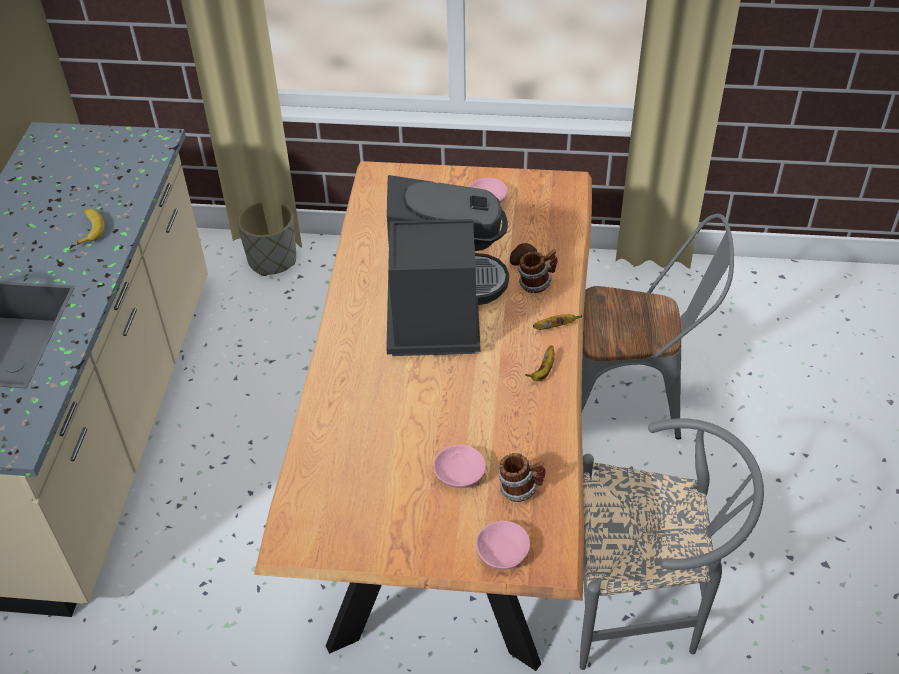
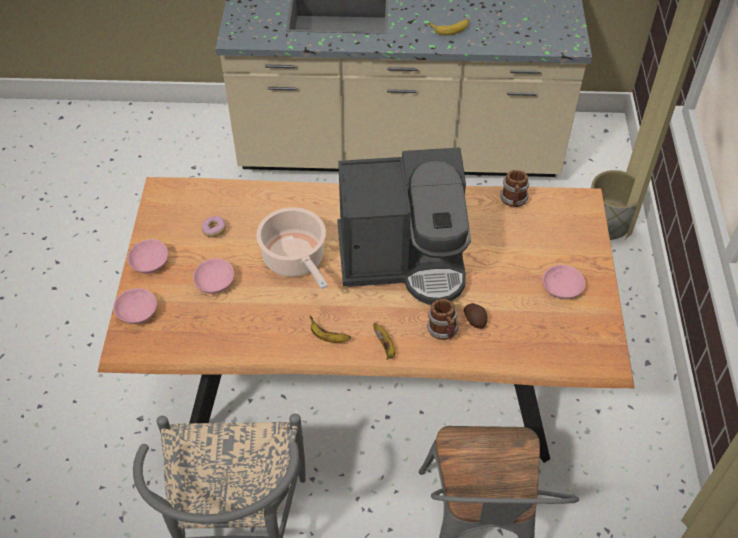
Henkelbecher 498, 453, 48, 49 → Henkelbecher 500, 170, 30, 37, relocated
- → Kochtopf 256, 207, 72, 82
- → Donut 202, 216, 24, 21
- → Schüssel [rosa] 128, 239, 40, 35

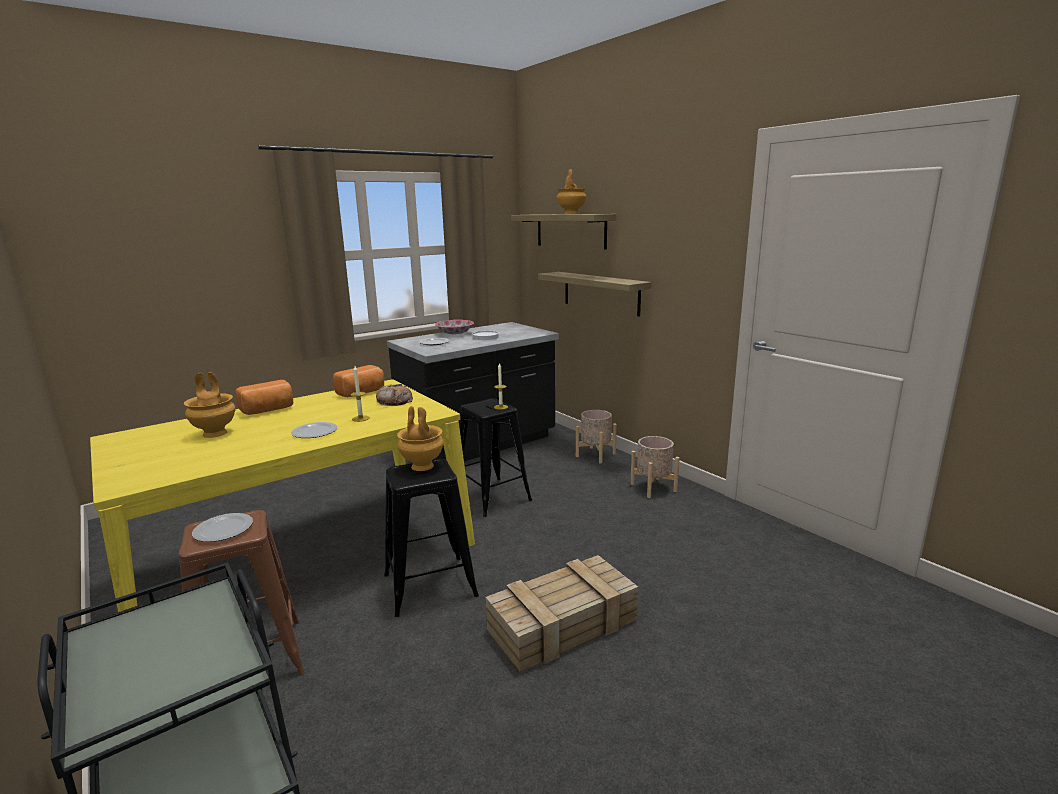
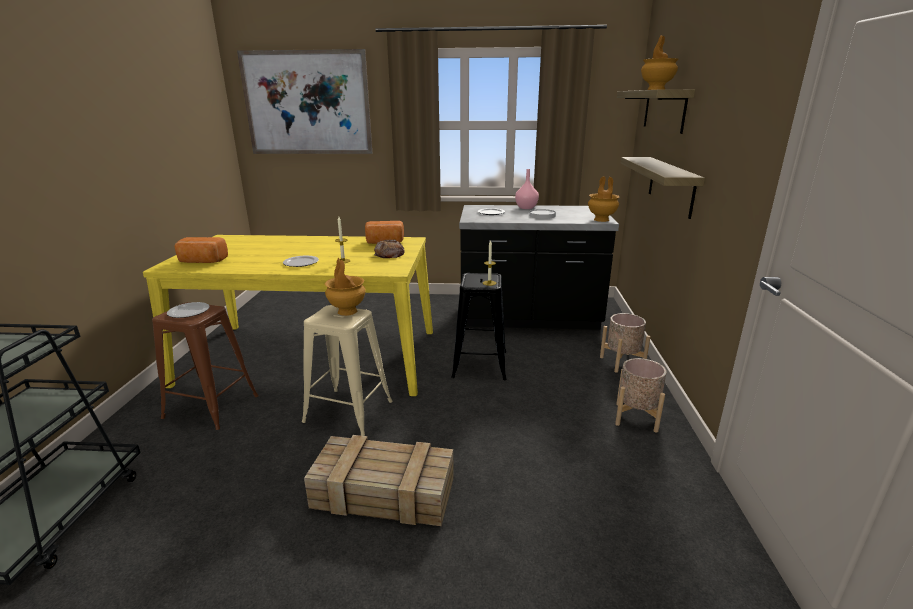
Schüssel 435, 320, 39, 14 → Vase [rosa] 515, 169, 24, 40
Vase [braun] 184, 372, 52, 66 → Vase [braun] 588, 176, 32, 46, relocated
Brot 236, 380, 57, 35 → Brot 174, 237, 54, 26, relocated
Hocker [schwarz] 384, 459, 95, 158 → Hocker [beige] 302, 305, 90, 131
- → Bild 237, 49, 136, 105

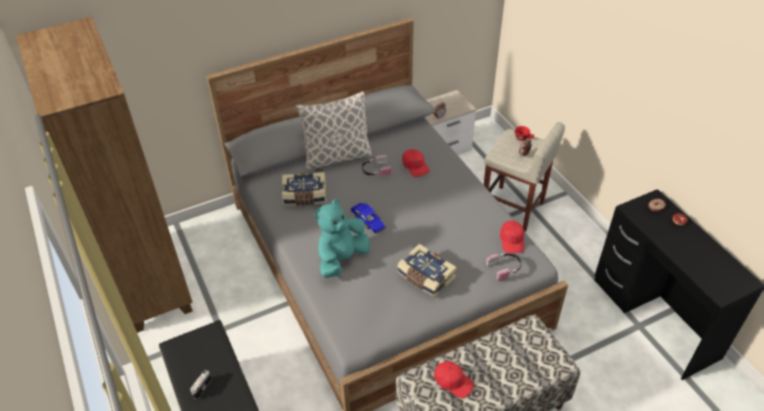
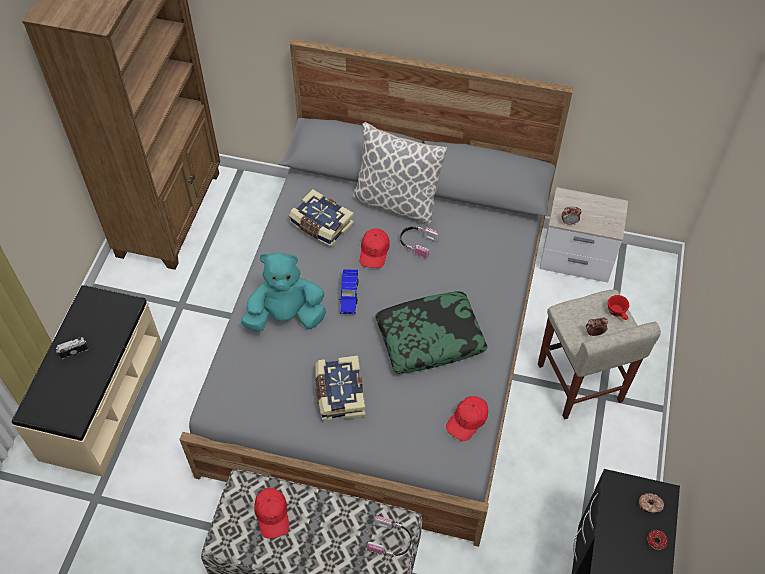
Kappe [rot] 402, 149, 28, 28 → Kappe [rot] 360, 229, 30, 39, relocated
Kopfhörer 486, 253, 36, 28 → Kopfhörer 367, 516, 45, 41, relocated
- → Kissen 375, 291, 112, 83

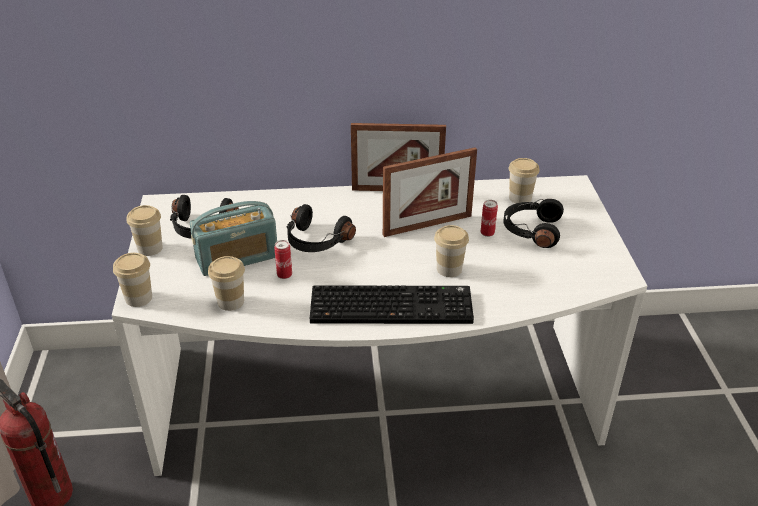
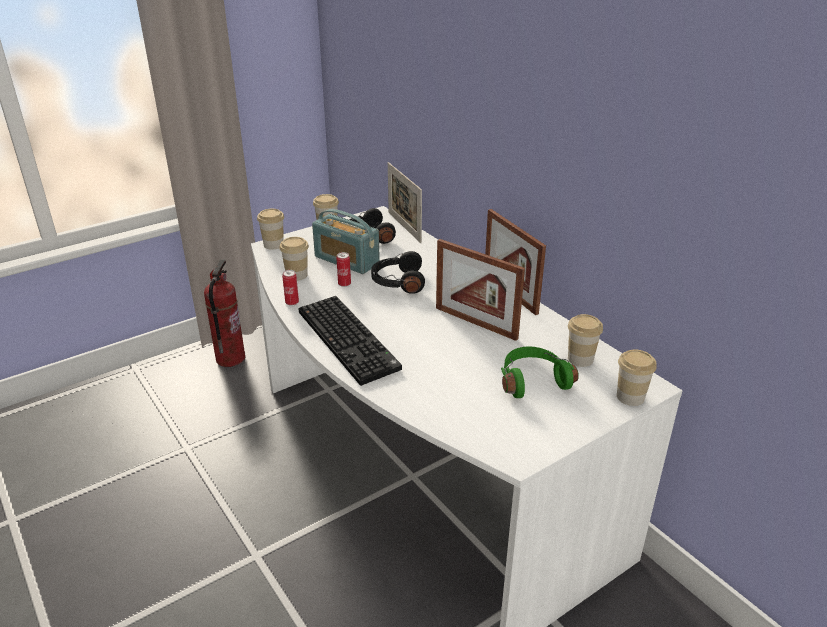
Kopfhörer [schwarz] 503, 199, 61, 49 → Kopfhörer [grün] 501, 346, 78, 52
Dose 480, 200, 18, 37 → Dose 282, 270, 17, 36, relocated
Tasse 434, 225, 35, 52 → Tasse 617, 350, 40, 56, relocated
- → Bilderrahmen 388, 162, 34, 81

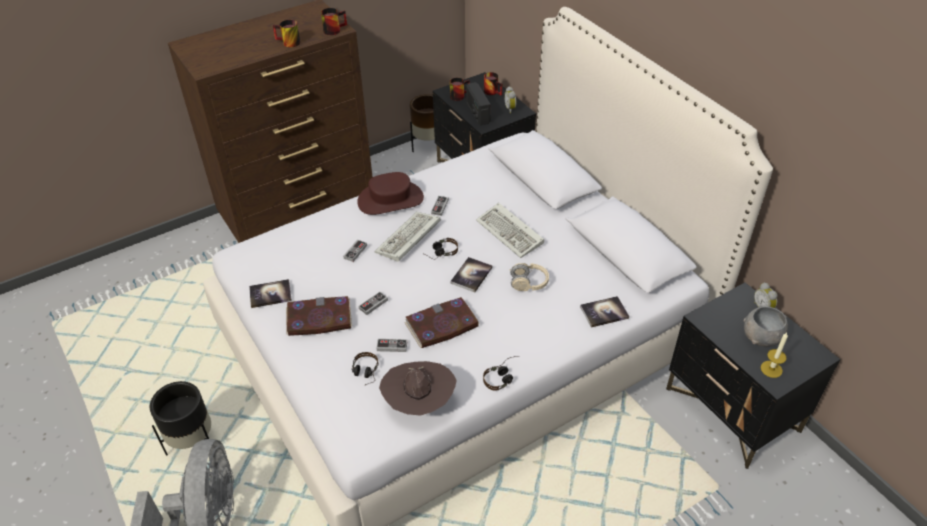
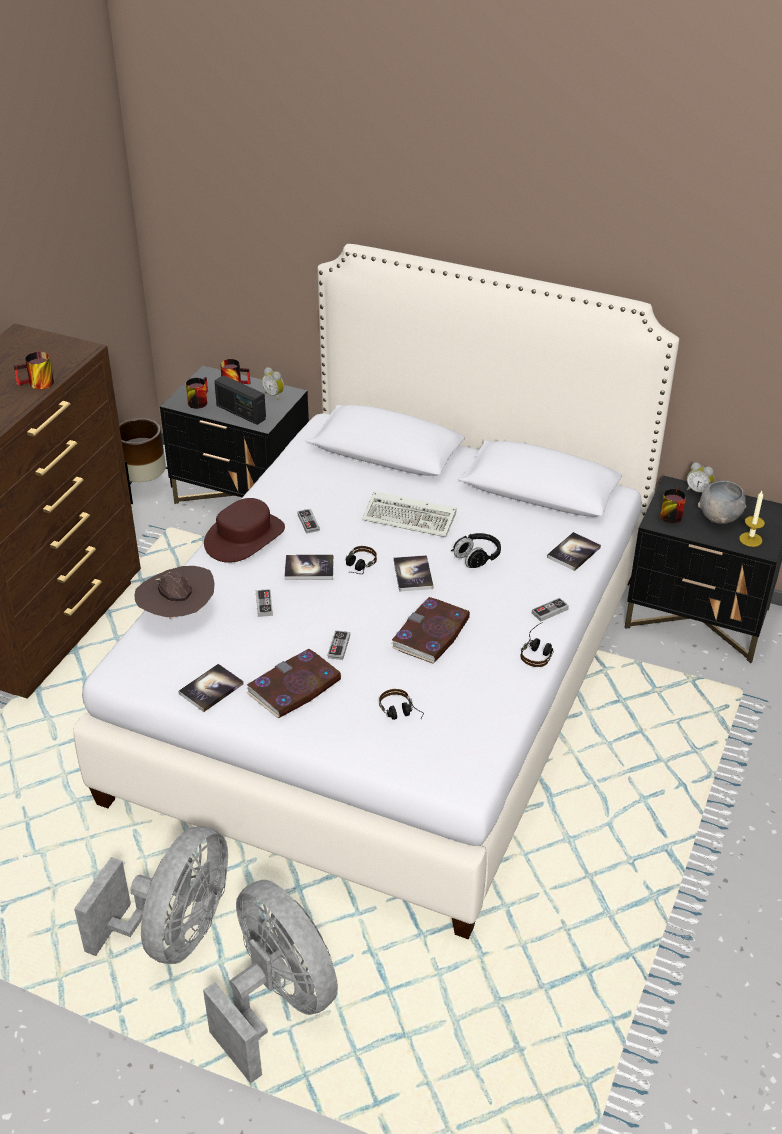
Henkelbecher 321, 8, 26, 27 → Henkelbecher 660, 487, 26, 36, relocated
Tastatur 374, 212, 67, 50 → Buch 284, 555, 50, 25
Kopfhörer [beige] 509, 263, 40, 28 → Kopfhörer [schwarz] 451, 533, 50, 35
Gamepad 376, 339, 31, 13 → Gamepad 532, 598, 37, 24, relocated
Hut [braun] 379, 361, 78, 55 → Hut [braun] 134, 566, 81, 53, relocated
Pflanzkübel [schwarz] 150, 381, 61, 75 → Ventilator [grau] 74, 826, 154, 138

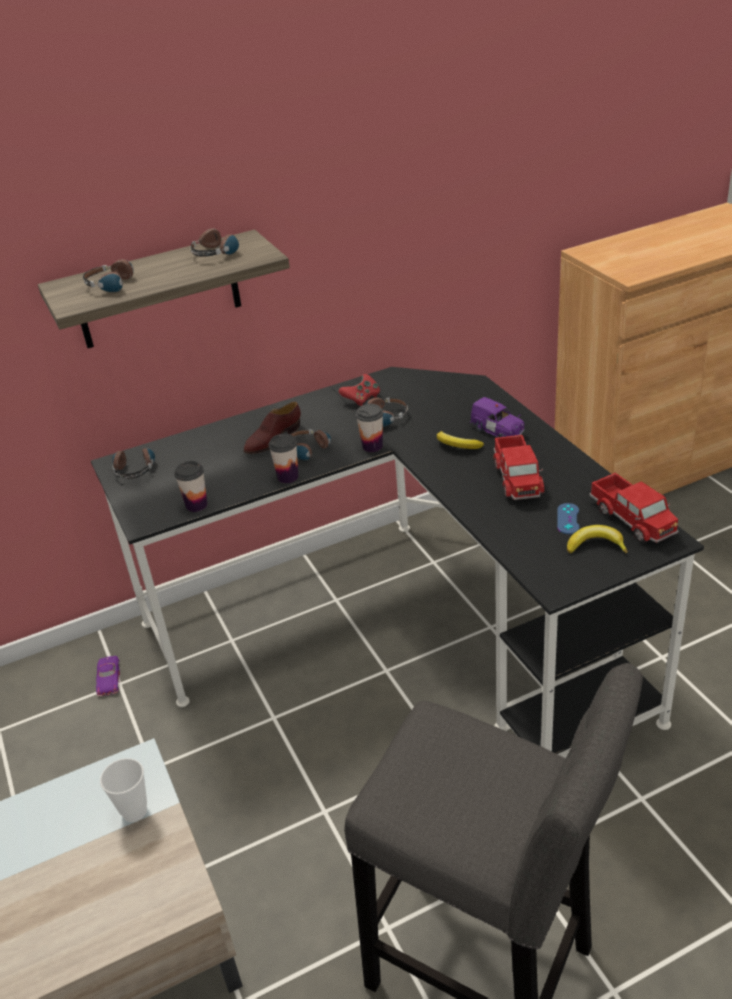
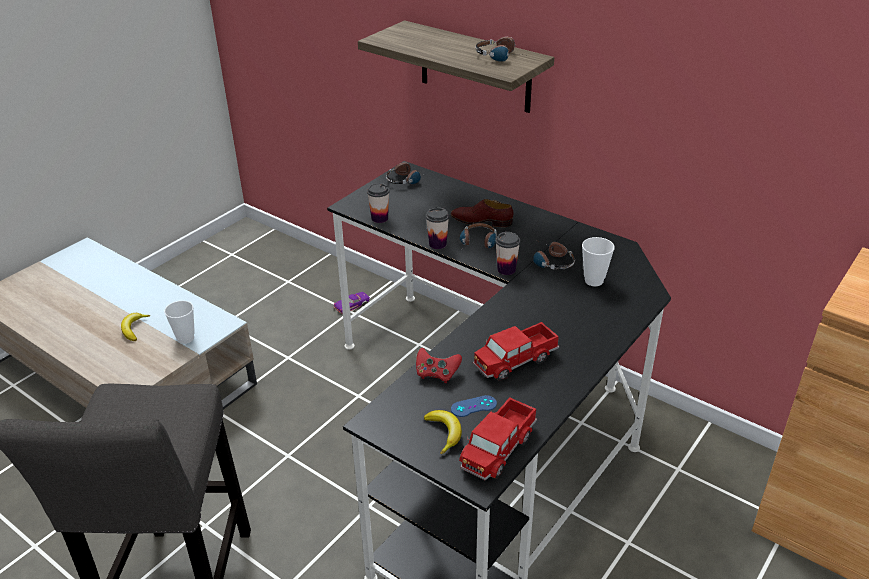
Kopfhörer 83, 260, 51, 32 → -
Gamepad [rot] 339, 374, 41, 32 → Gamepad [rot] 416, 348, 46, 35, relocated
Spielzeugauto [lila] 470, 397, 54, 40 → -
Banane 437, 431, 47, 18 → Banane 121, 313, 29, 28, relocated
- → Tasse 582, 237, 33, 49

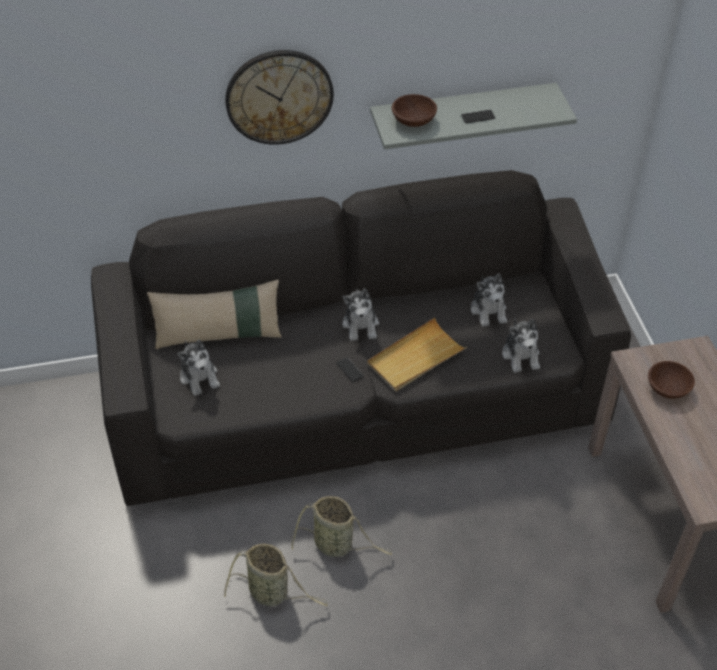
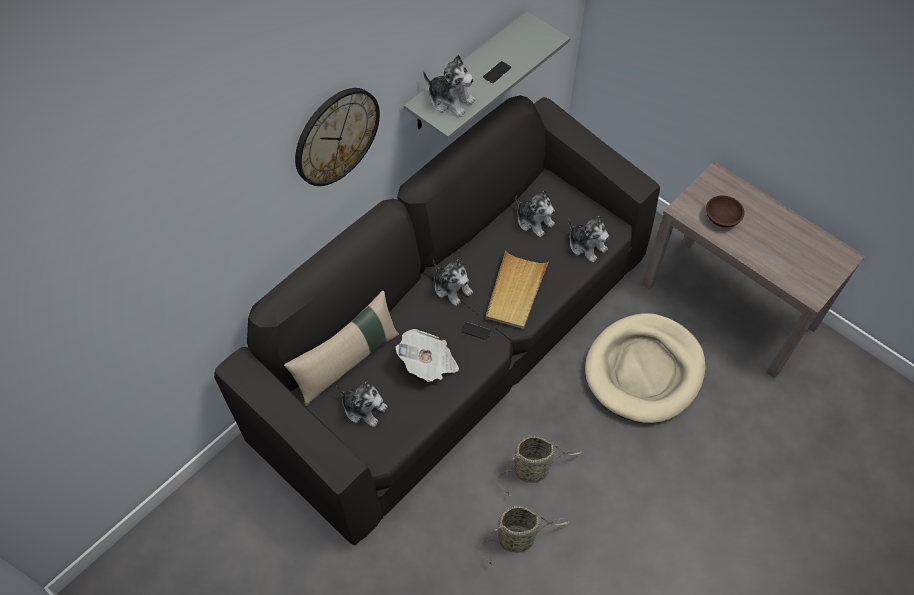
Schüssel [braun] 392, 94, 45, 33 → Plüschtier 423, 55, 52, 62
- → Hundebett [beige] 585, 313, 120, 110
- → Zeitung 396, 329, 63, 53

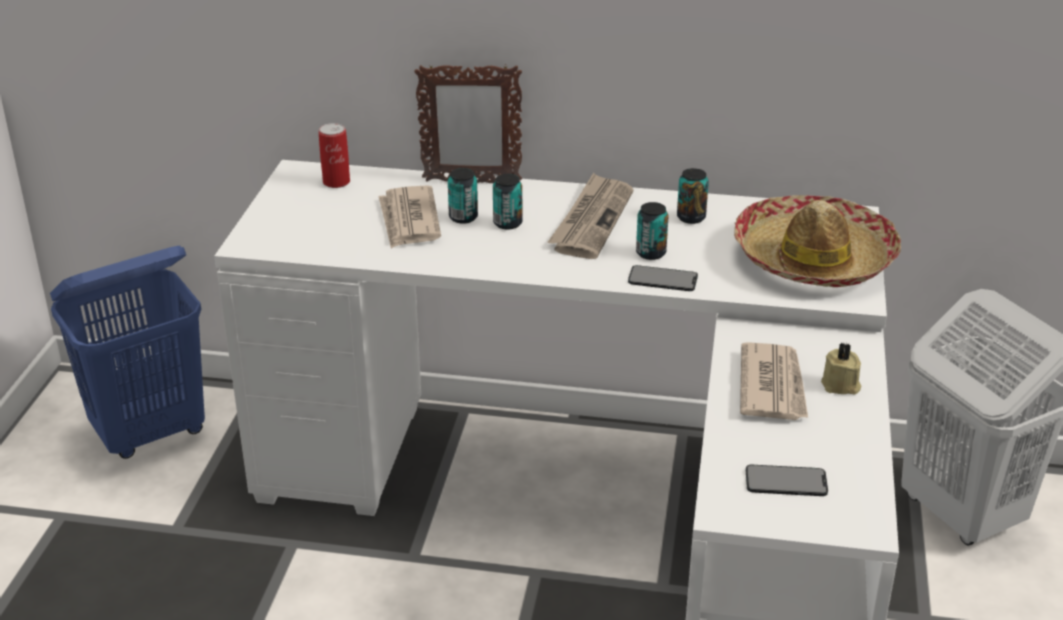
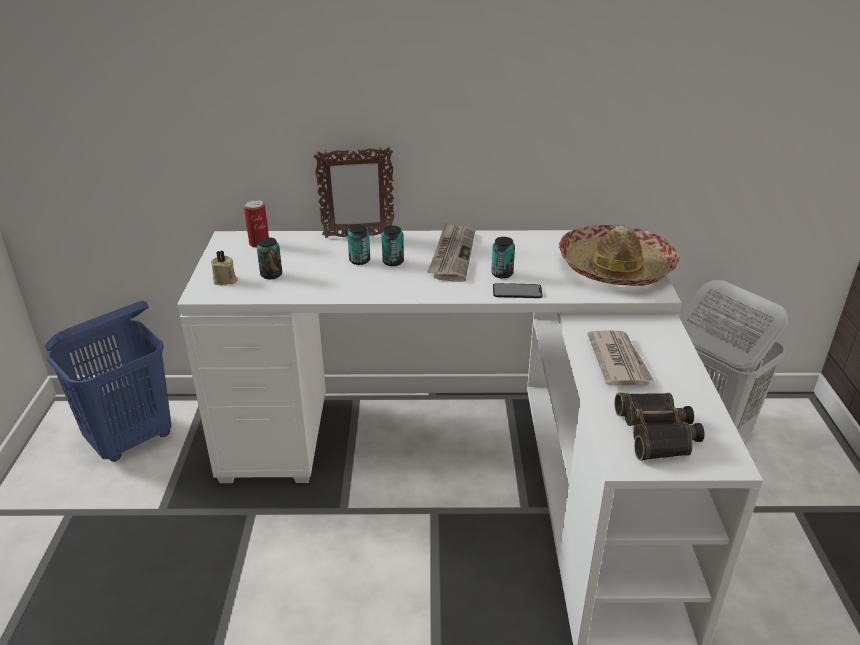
Dose 677, 168, 32, 56 → Dose 257, 237, 25, 42, relocated
Zeitung 378, 185, 63, 63 → -
Kerze [beige] 821, 343, 40, 52 → Kerze [beige] 211, 251, 27, 34, relocated
Handy 746, 465, 82, 31 → Fernglas 614, 393, 91, 67

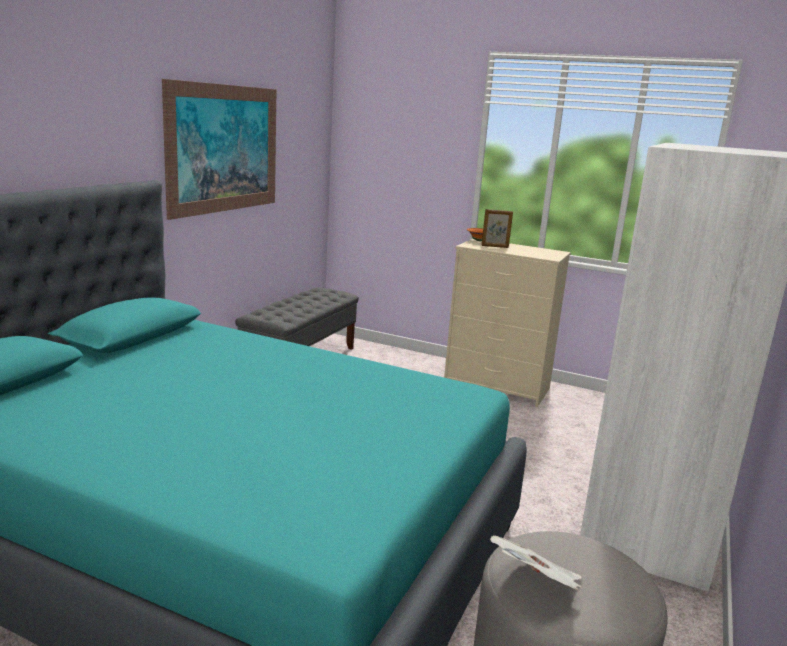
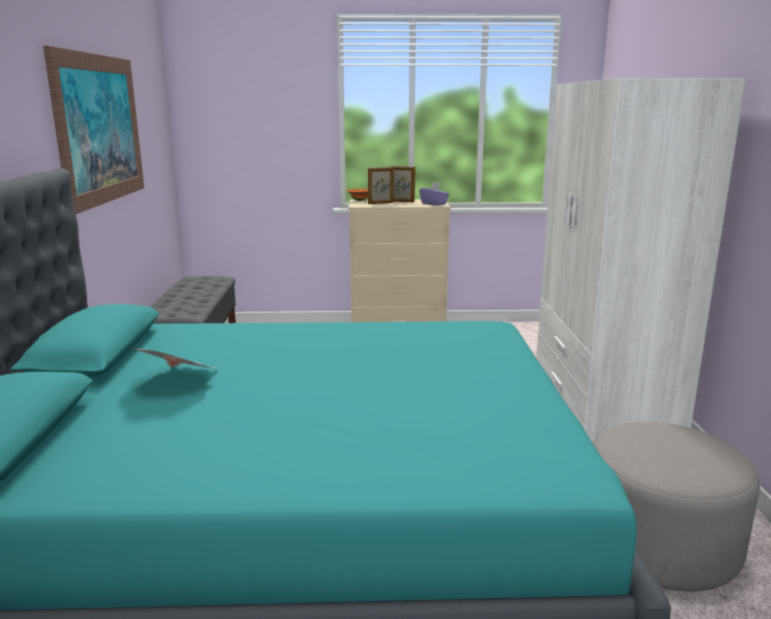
Zeitung 490, 536, 92, 54 → Zeitung 131, 349, 87, 19, relocated
- → Bilderrahmen 390, 166, 25, 36
- → Taschentuchbox [lila] 419, 182, 30, 24

